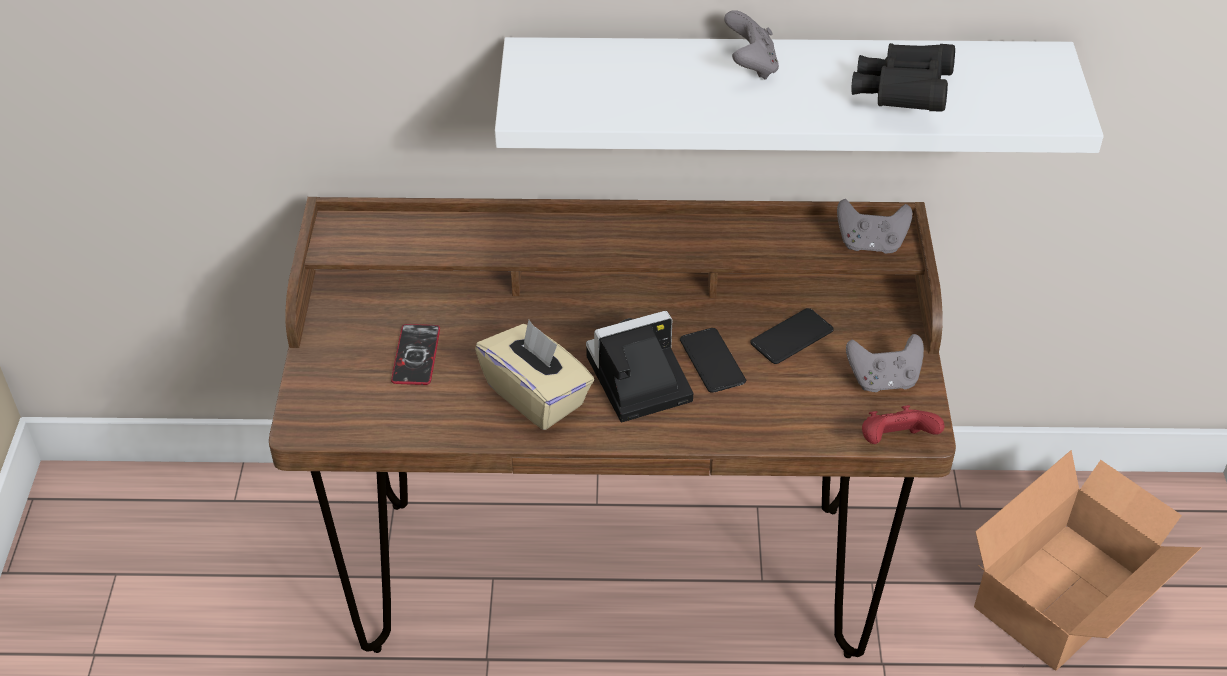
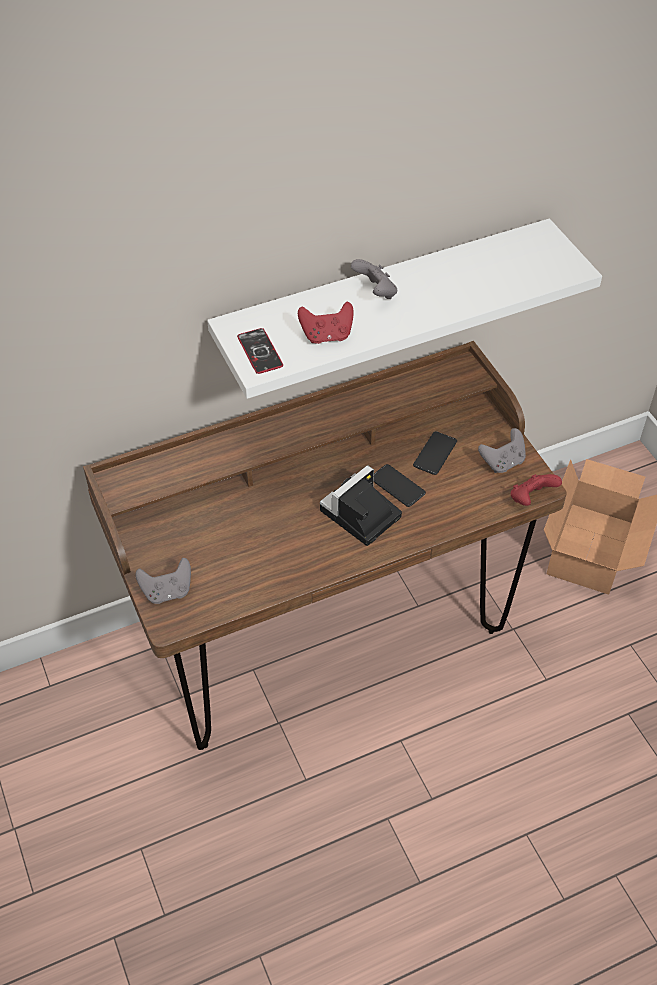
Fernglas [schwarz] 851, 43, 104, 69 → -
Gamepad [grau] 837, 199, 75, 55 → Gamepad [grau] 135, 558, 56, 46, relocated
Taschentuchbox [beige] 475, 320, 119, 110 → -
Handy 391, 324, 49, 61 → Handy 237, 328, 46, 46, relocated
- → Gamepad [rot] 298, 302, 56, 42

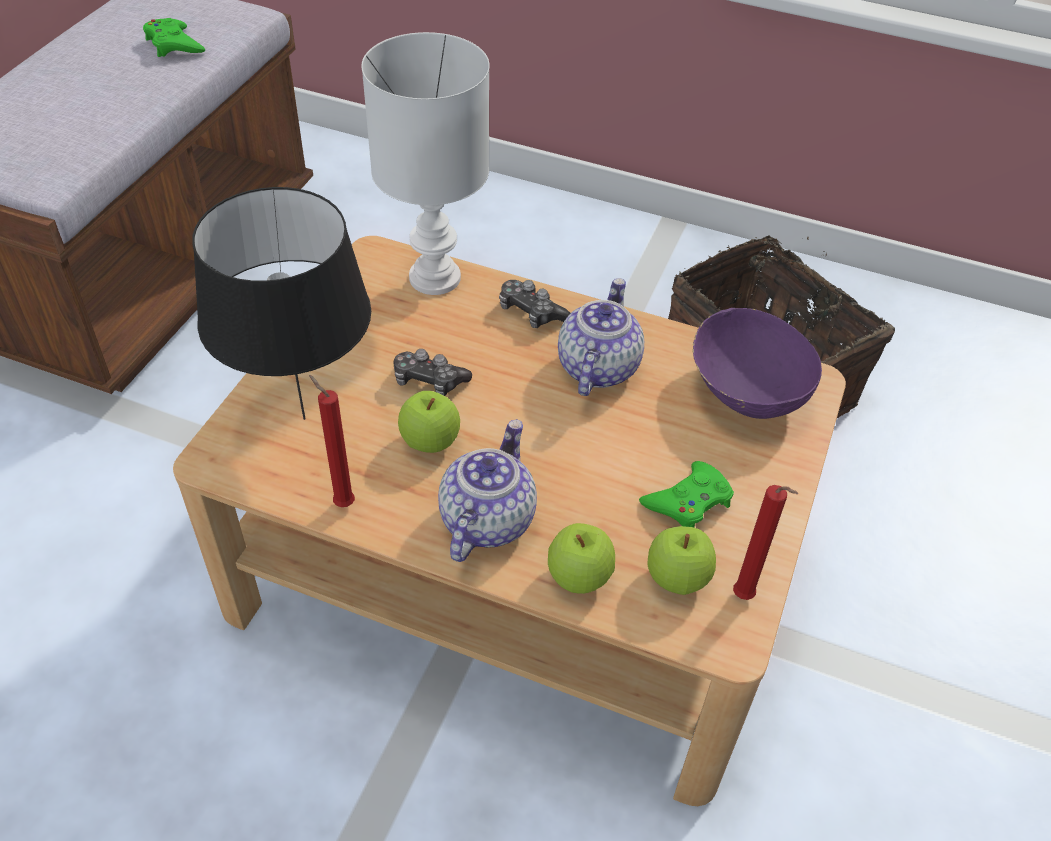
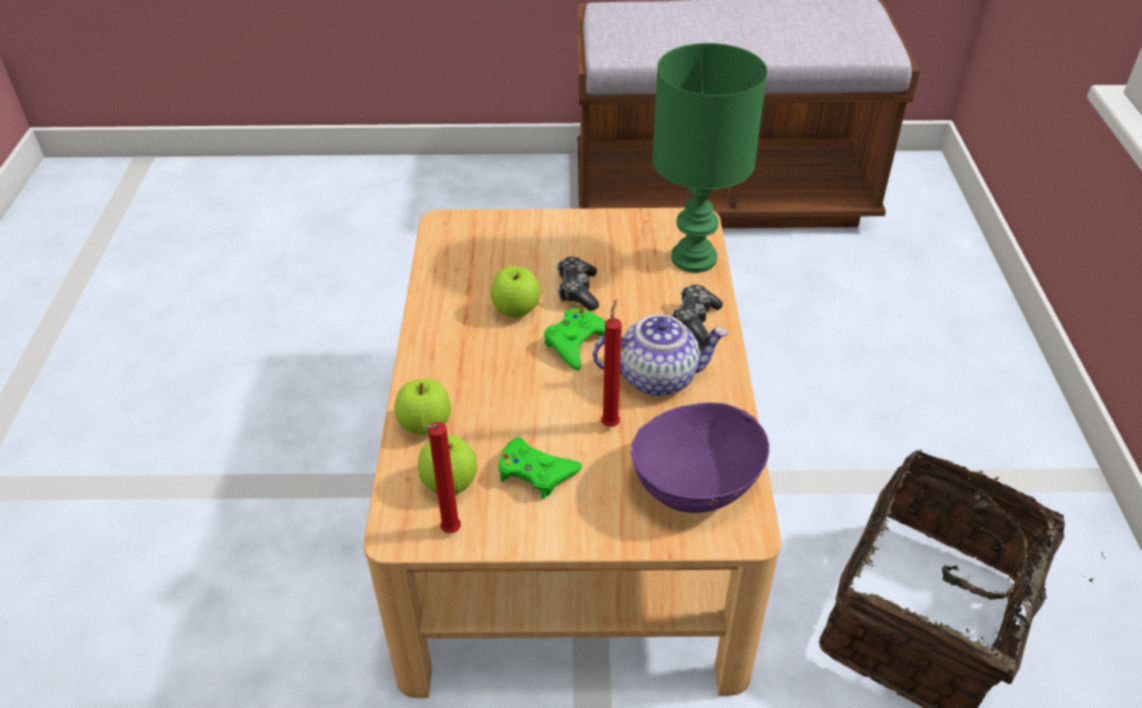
Gamepad [grün] 143, 18, 62, 39 → Gamepad [grün] 544, 308, 62, 62, relocated
Tischlampe [weiß] 361, 32, 129, 263 → Tischlampe [grün] 652, 43, 116, 230
Tischlampe [schwarz] 192, 187, 179, 233 → -
Kerze [rot] 309, 375, 46, 132 → Kerze [rot] 601, 300, 21, 127, relocated
Teekanne 438, 419, 99, 143 → -

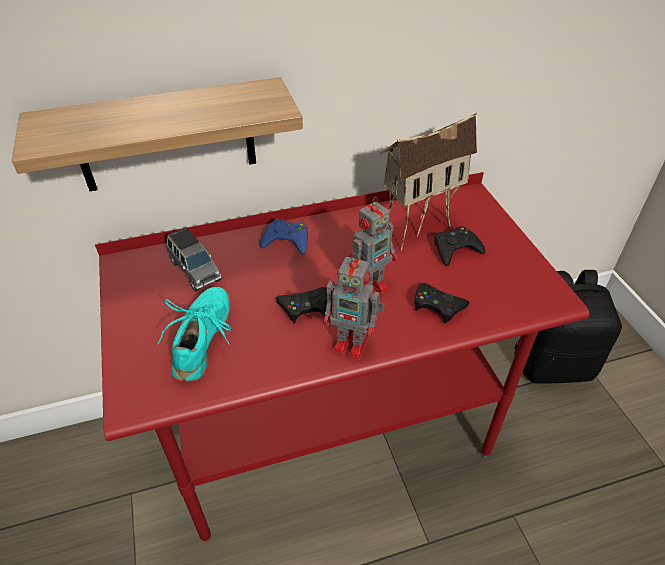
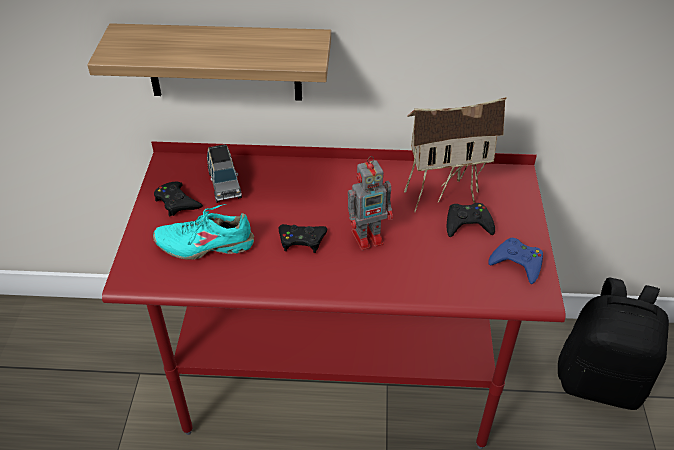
Gamepad [blau] 260, 218, 48, 37 → Gamepad [blau] 488, 238, 55, 46, relocated
Spielzeugroboter 324, 253, 61, 107 → -
Gamepad [schwarz] 414, 283, 56, 40 → Gamepad [schwarz] 154, 181, 49, 35, relocated
Schuh [türkis] 157, 287, 74, 95 → Schuh [türkis] 153, 204, 101, 56, 120 degrees counterclockwise

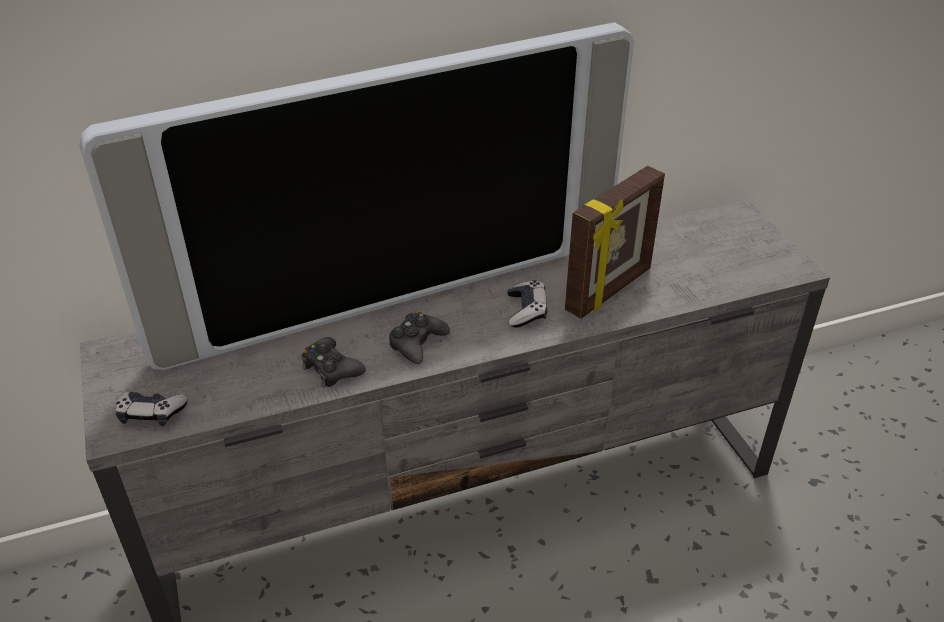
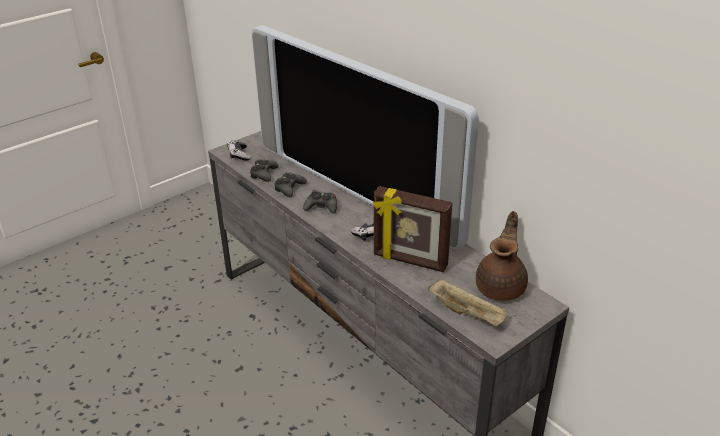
- → Gamepad [schwarz] 250, 159, 29, 23
- → Teekanne [braun] 476, 211, 52, 89
- → Tablett [beige] 428, 279, 79, 47

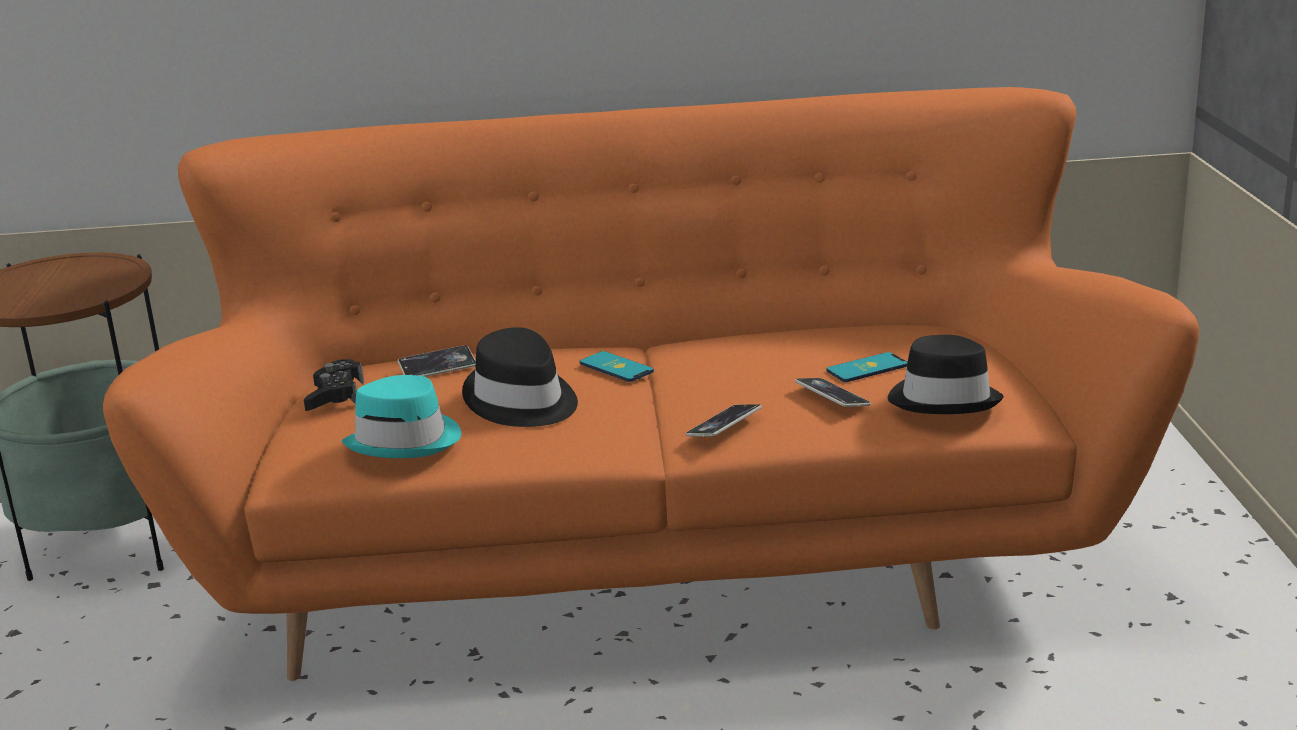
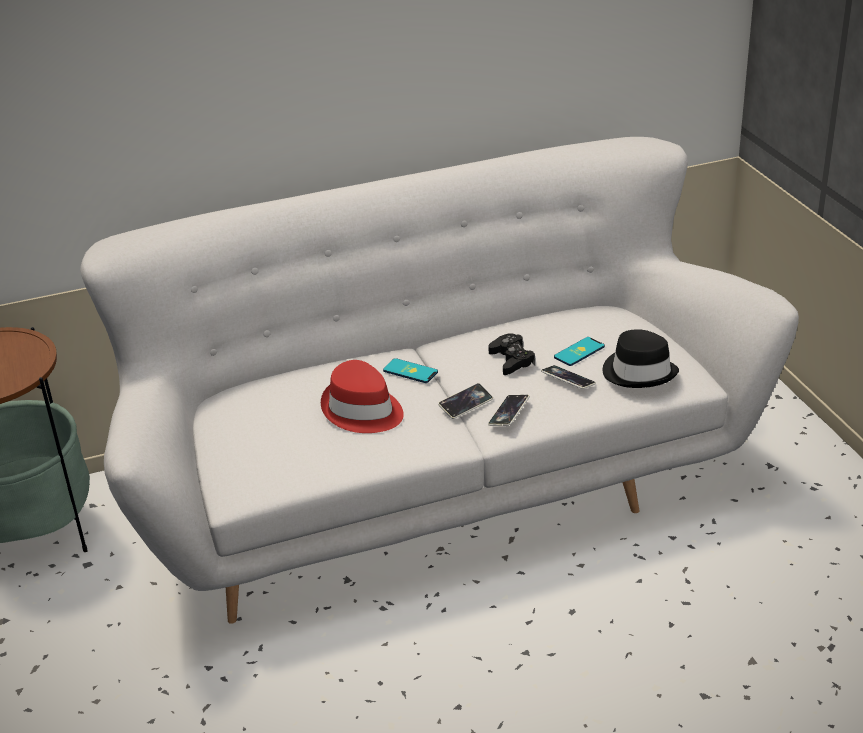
Sofa [orange] 103, 87, 1096, 594 → Sofa [weiß] 80, 137, 719, 487
Hut [schwarz] 462, 327, 116, 100 → Hut [rot] 321, 360, 83, 73
Handy 398, 345, 78, 32 → Handy 438, 383, 55, 36, relocated
Gamepad [schwarz] 304, 359, 60, 52 → Gamepad [schwarz] 489, 333, 46, 42, relocated
Hut [türkis] 341, 375, 120, 83 → -

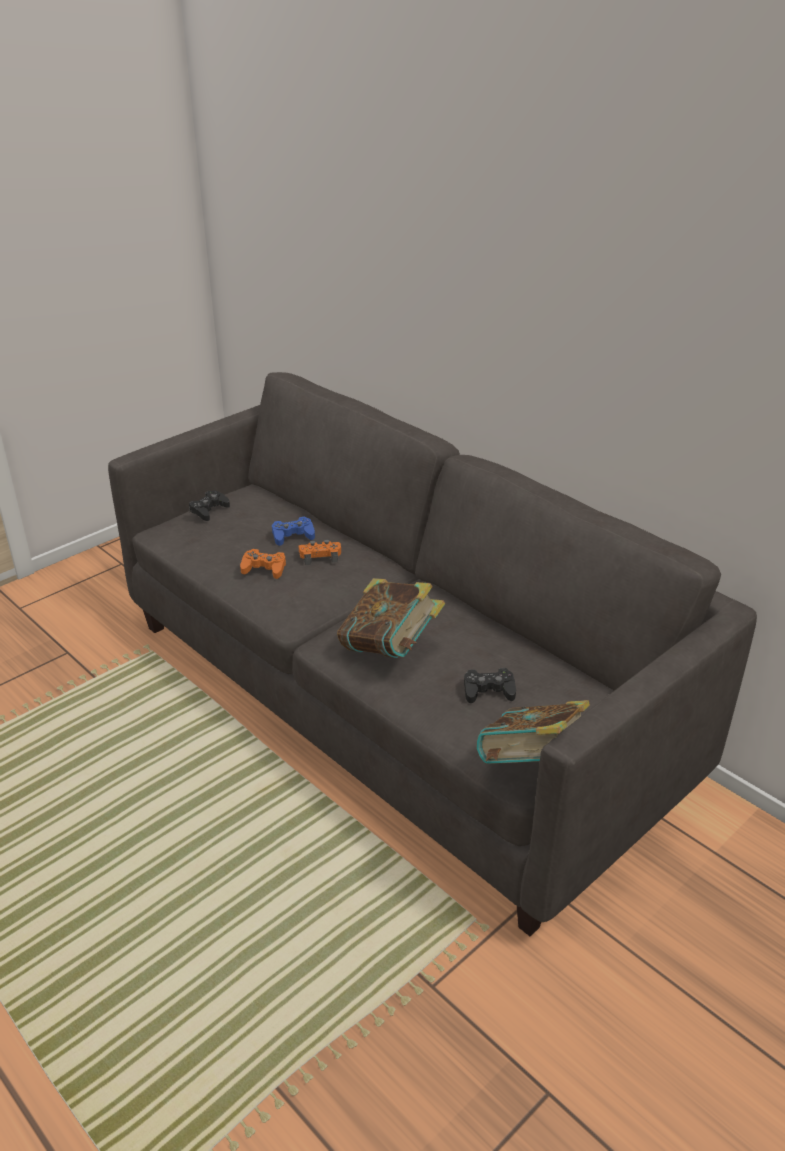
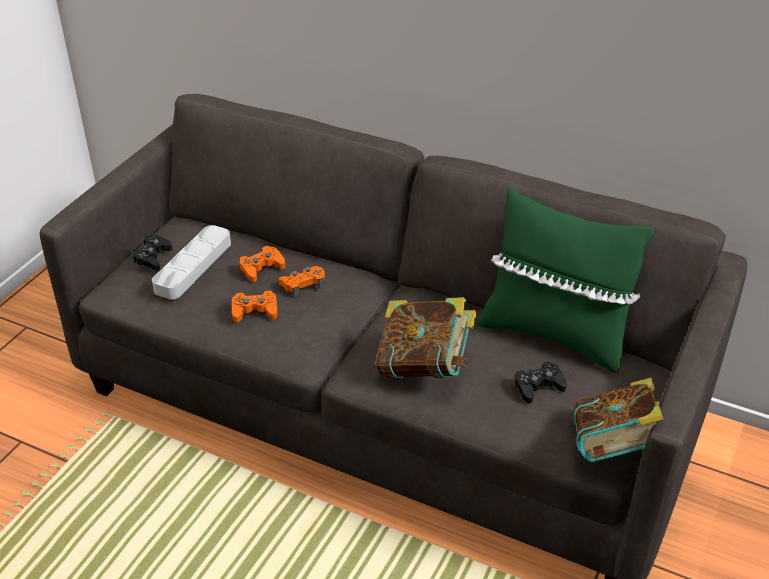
Gamepad [blau] 272, 516, 43, 30 → Gamepad [orange] 240, 246, 45, 36
- → Kissen [grün] 477, 187, 177, 186
- → Tablett [grau] 152, 225, 79, 75

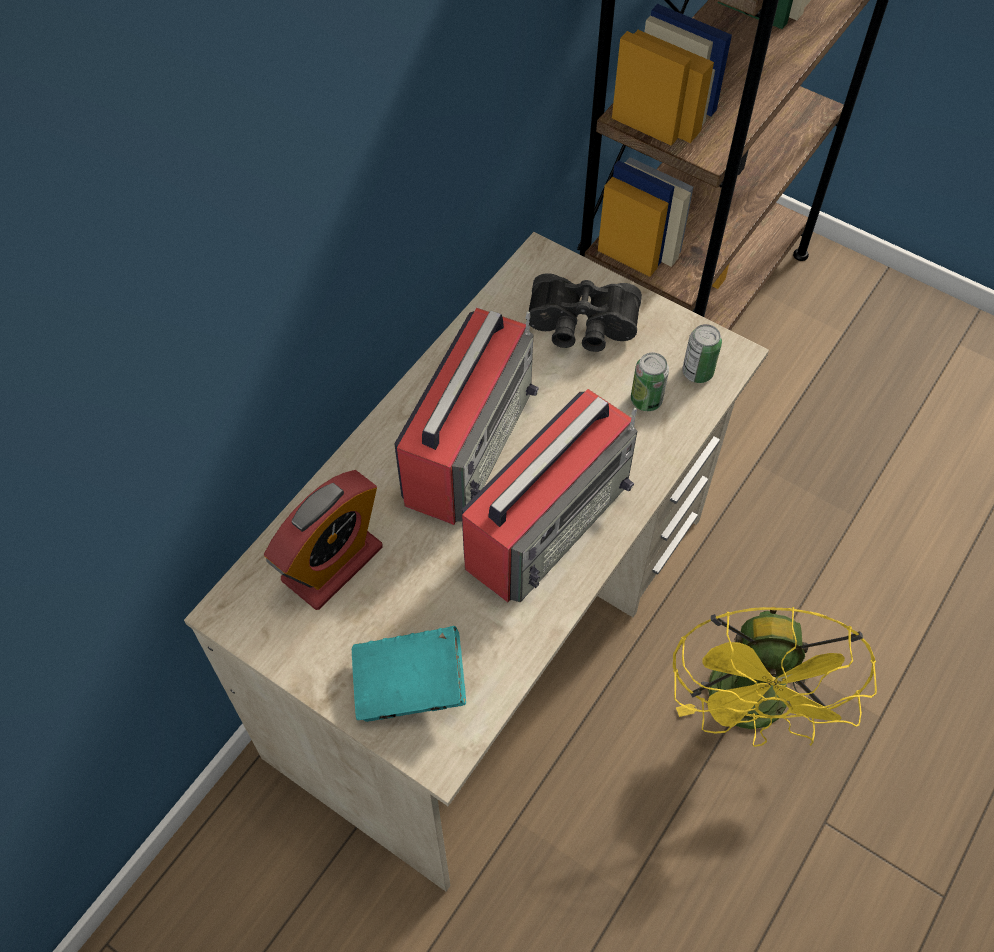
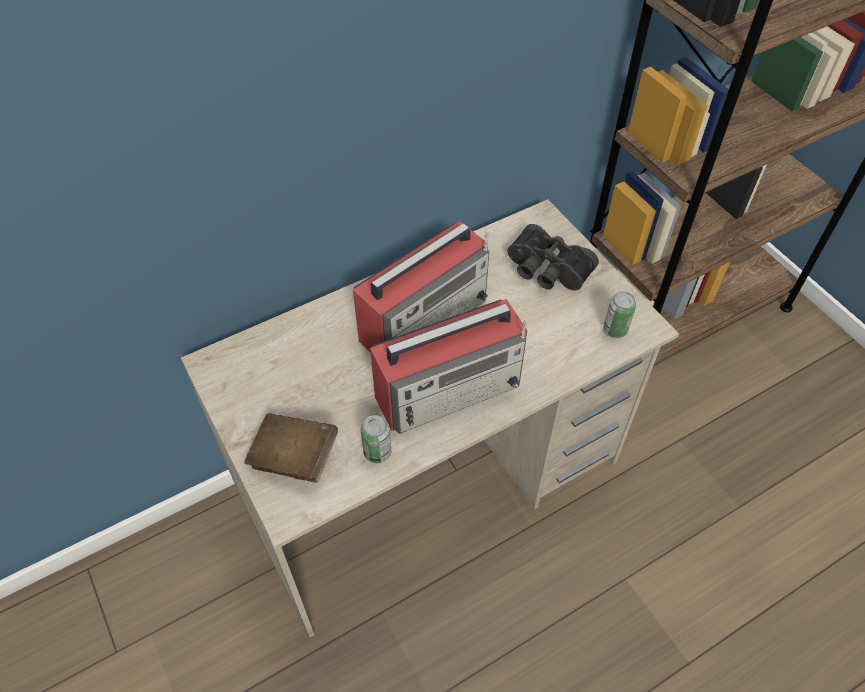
Dose 631, 353, 38, 58 → Dose 361, 415, 30, 48, relocated
Wecker 264, 470, 119, 140 → -
Ventilator [gelb] 673, 607, 204, 140 → -
Buch [türkis] 352, 626, 114, 96 → Buch [braun] 244, 413, 94, 70

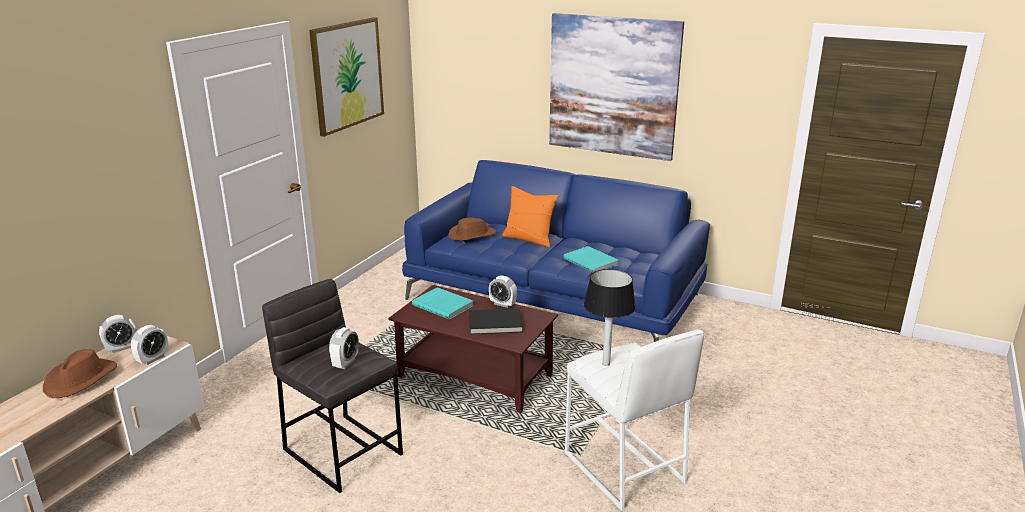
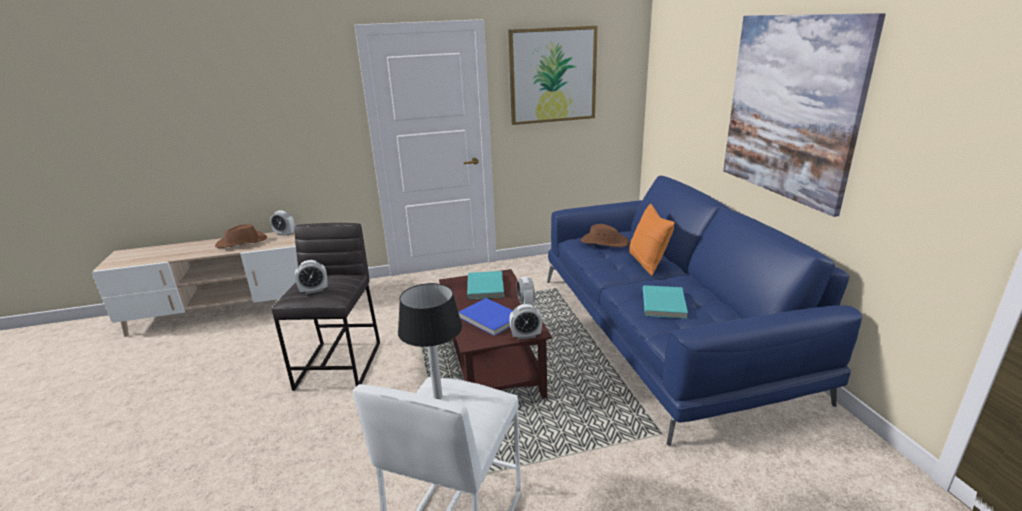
Buch [schwarz] 469, 309, 54, 25 → Buch [blau] 459, 298, 54, 38
Wecker 131, 325, 38, 40 → Wecker 509, 304, 33, 36, relocated

